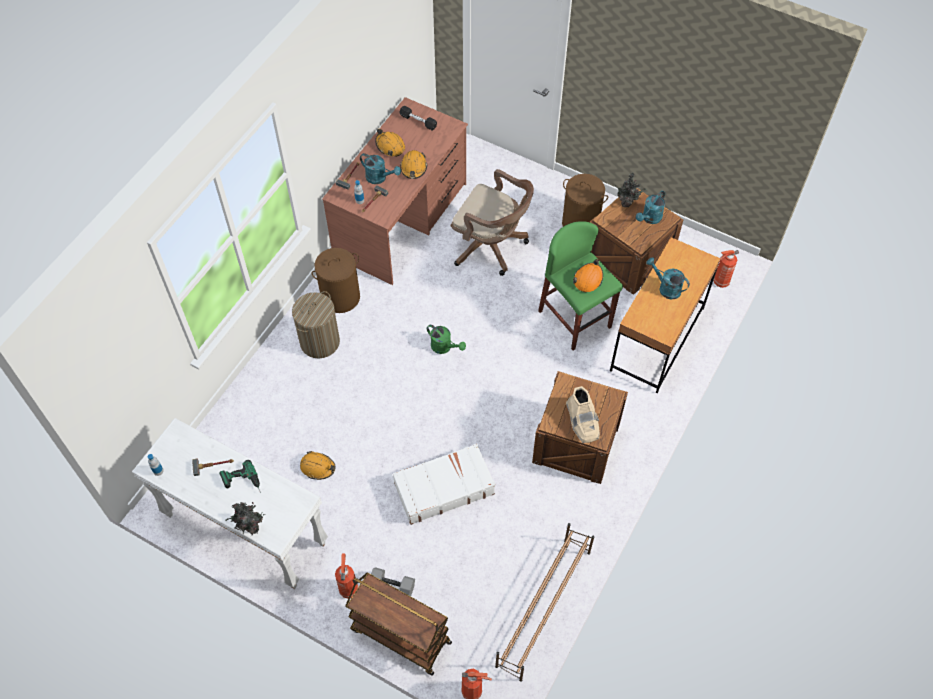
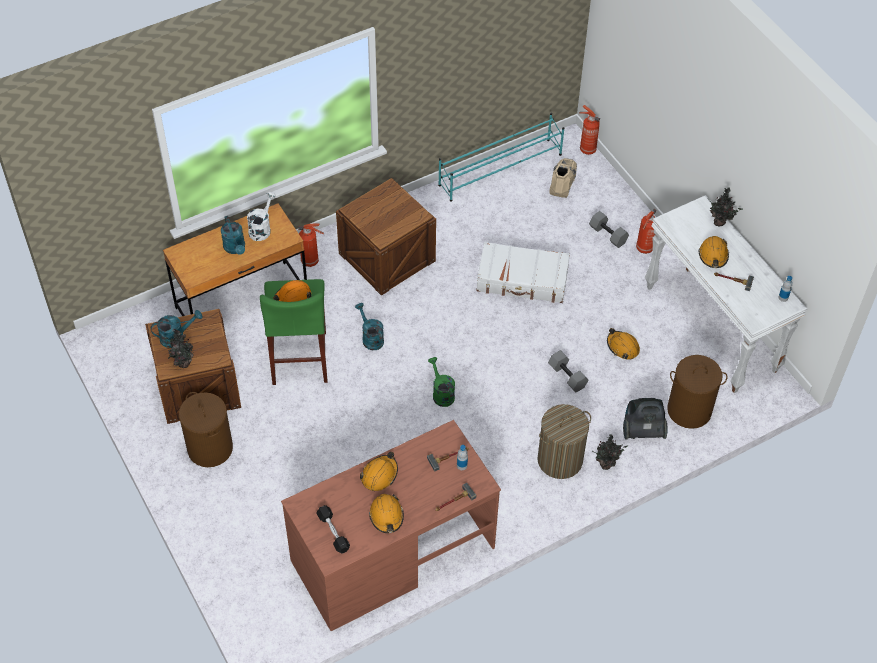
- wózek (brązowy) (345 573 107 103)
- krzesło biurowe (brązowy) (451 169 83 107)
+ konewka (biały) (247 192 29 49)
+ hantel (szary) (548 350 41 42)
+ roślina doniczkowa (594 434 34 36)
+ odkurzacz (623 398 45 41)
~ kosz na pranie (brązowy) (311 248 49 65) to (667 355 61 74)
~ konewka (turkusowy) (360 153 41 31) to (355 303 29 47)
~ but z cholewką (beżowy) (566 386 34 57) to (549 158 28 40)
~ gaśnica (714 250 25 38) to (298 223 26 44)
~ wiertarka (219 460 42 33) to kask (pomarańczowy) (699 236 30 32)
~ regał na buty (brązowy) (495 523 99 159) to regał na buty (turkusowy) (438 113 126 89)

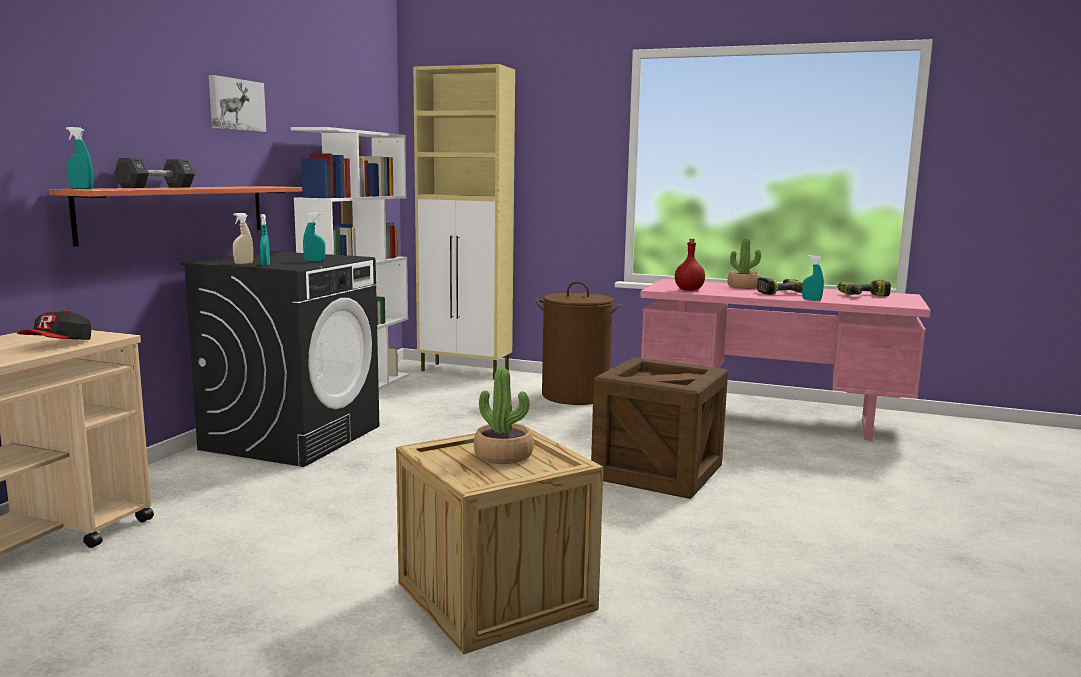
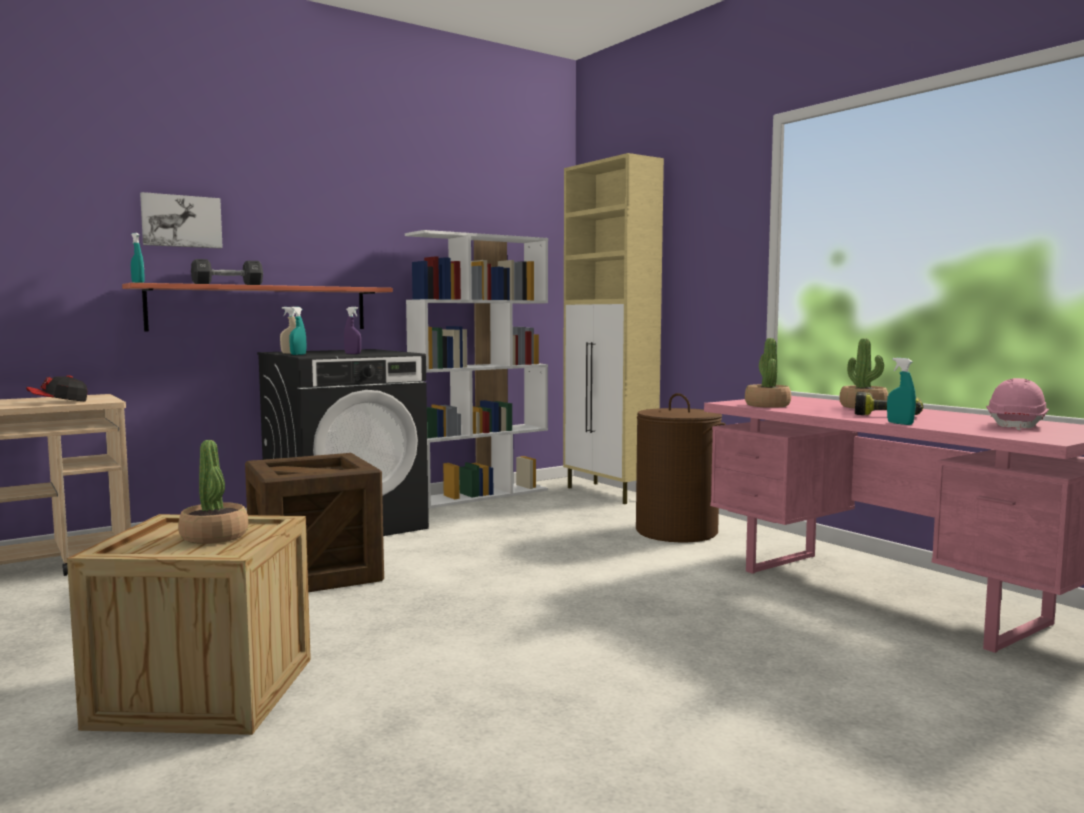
~ obraz (209 75 57 57) to (140 192 83 56)
~ skrzynka (591 357 137 142) to (245 453 139 139)
~ butelka (czerwony) (675 238 30 53) to roślina doniczkowa (745 338 46 70)
~ wiertarka (837 280 54 16) to kask (różowy) (986 378 63 53)
~ spryskiwacz (turkusowy) (303 212 22 50) to spryskiwacz (fioletowy) (344 307 17 47)

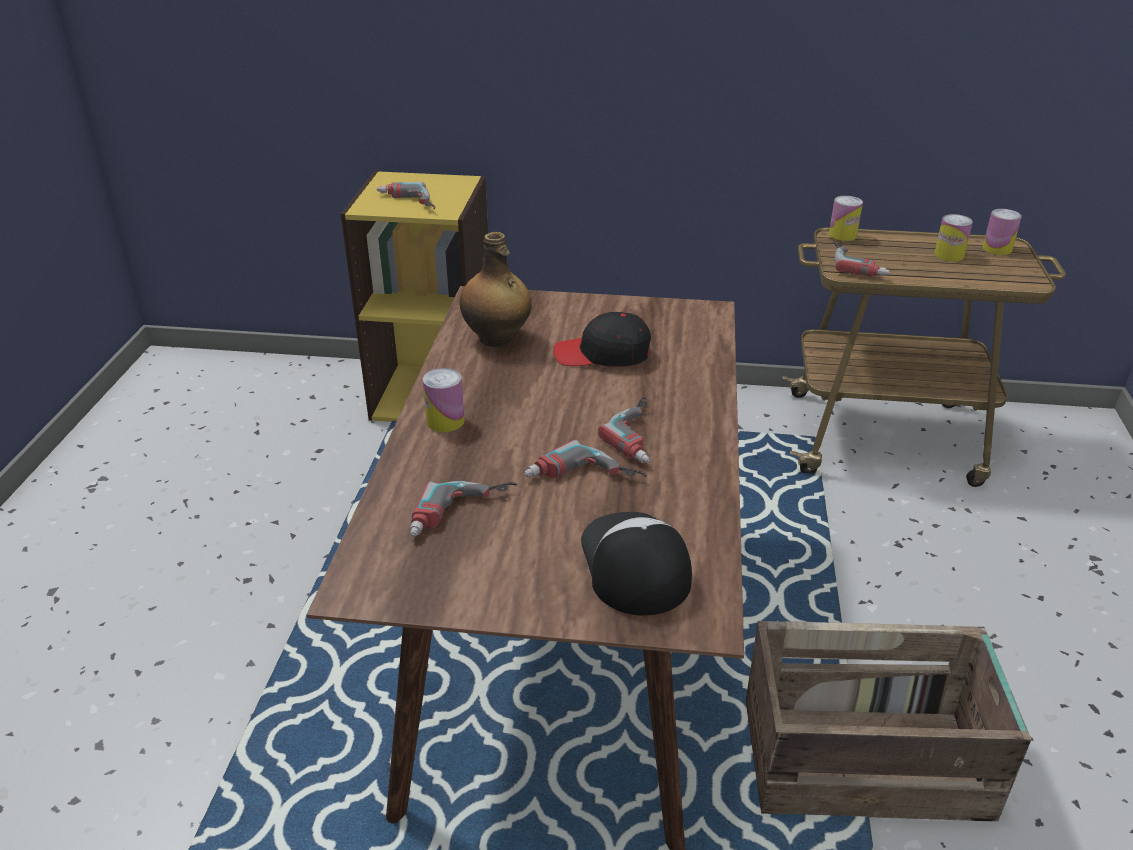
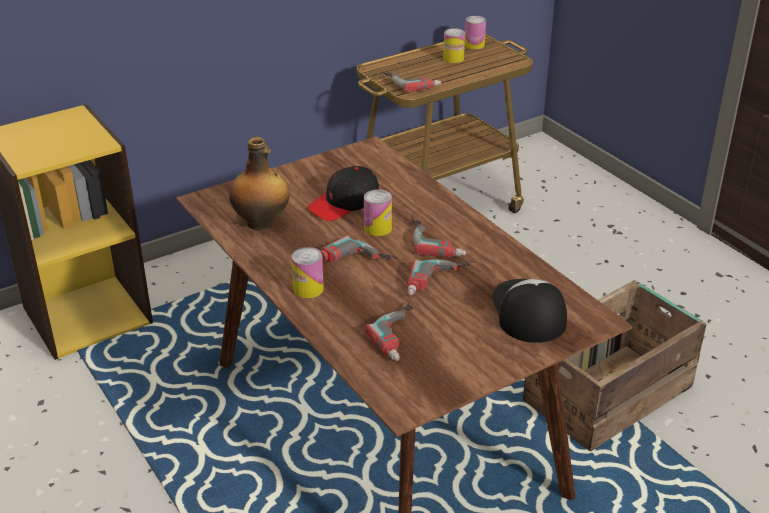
~ wiertarka (377 182 58 27) to (321 236 77 27)
~ puszka (829 196 34 45) to (364 189 28 47)
~ czapka z daszkiem (581 512 111 104) = (492 279 75 64) 45 degrees clockwise

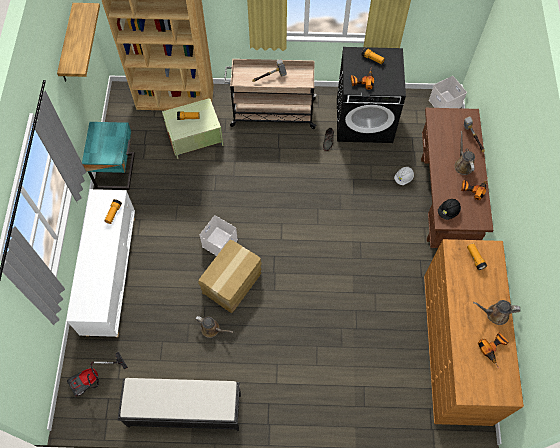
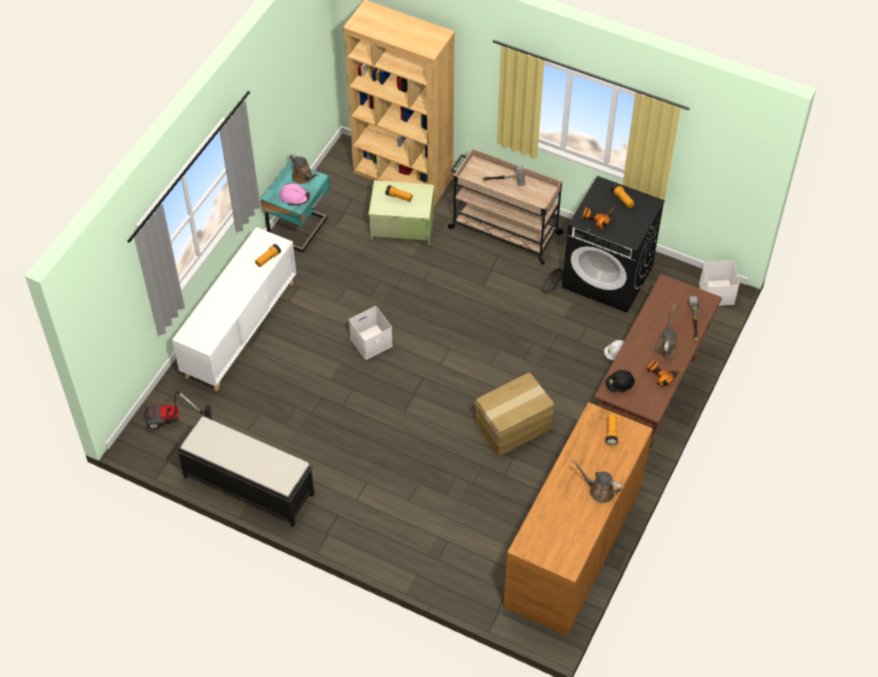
- półka (57 3 43 78)
- wiertarka (478 333 31 35)
+ kask (różowy) (279 183 31 22)
~ konewka (brązowy) (195 316 38 22) to (290 153 29 31)
~ karton (198 239 64 74) to (475 373 79 83)

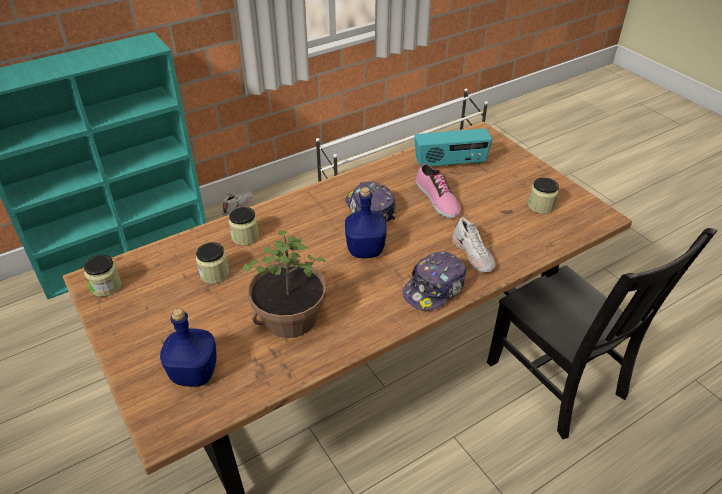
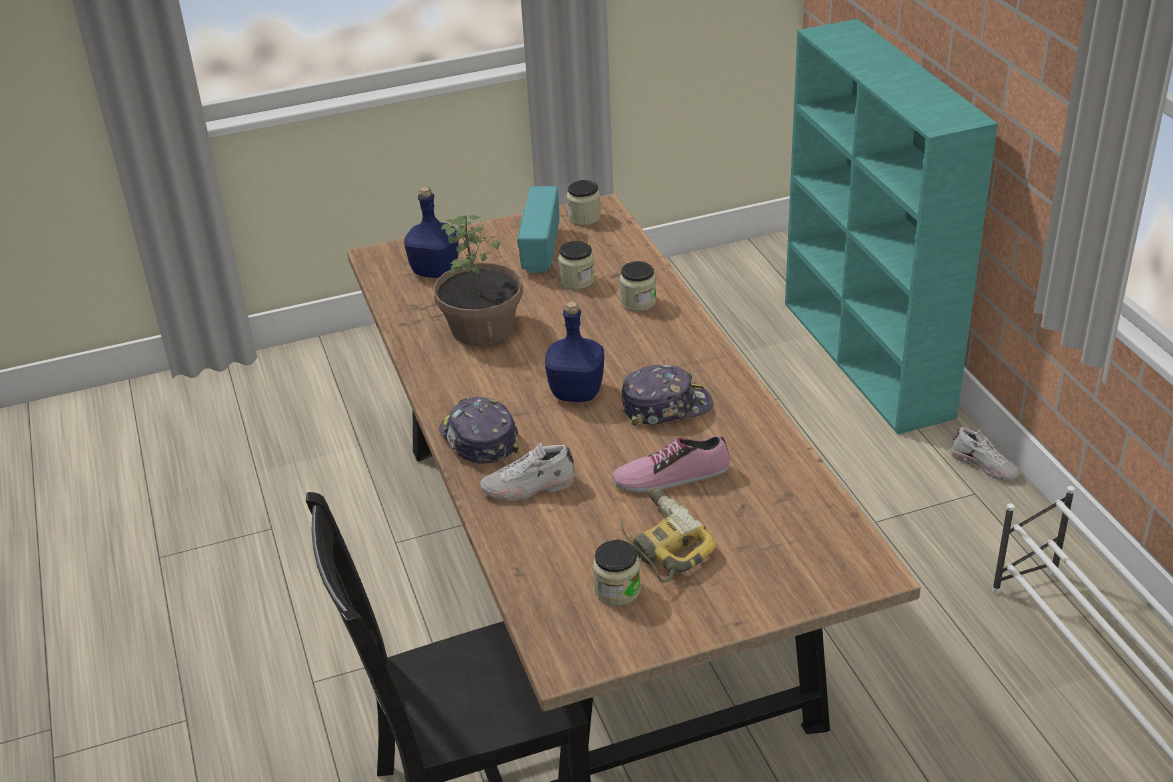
+ wiertarka (619 488 97 95)
~ radio (415 128 77 38) to (517 186 43 87)

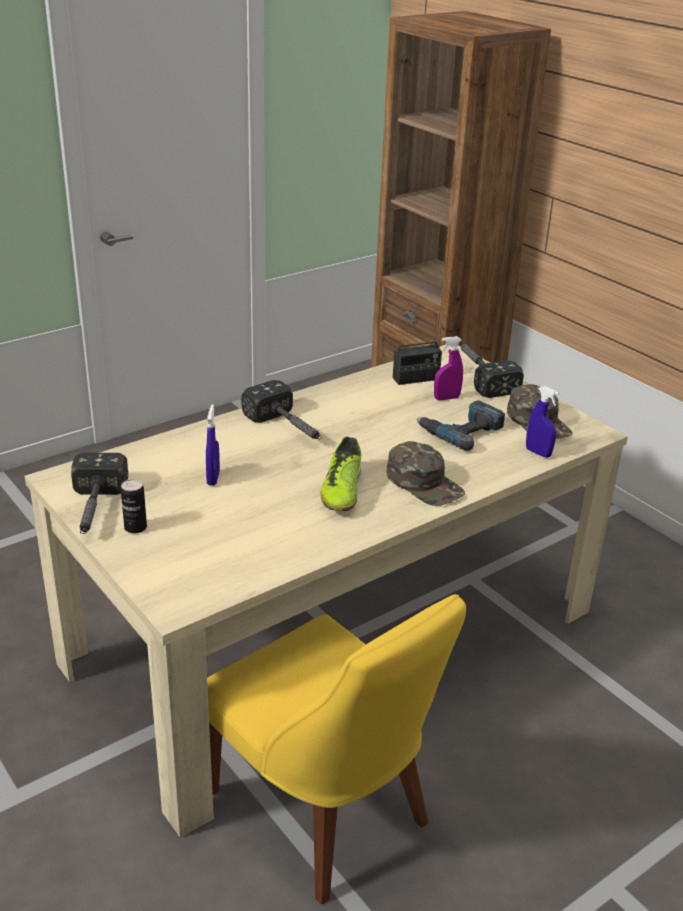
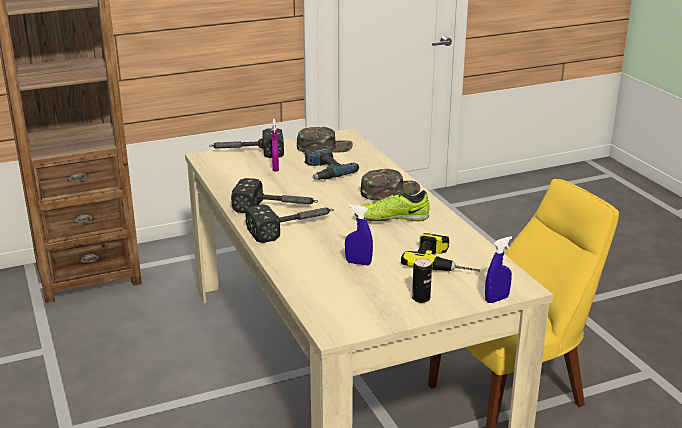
- radio (393 318 49 67)
+ wiertarka (401 233 79 39)
~ młotek (71 453 57 81) to (231 178 87 35)
~ spryskiwacz (niebieski) (526 386 34 72) to (485 236 27 67)
~ but (320 437 42 74) = (355 190 75 31) 150 degrees clockwise

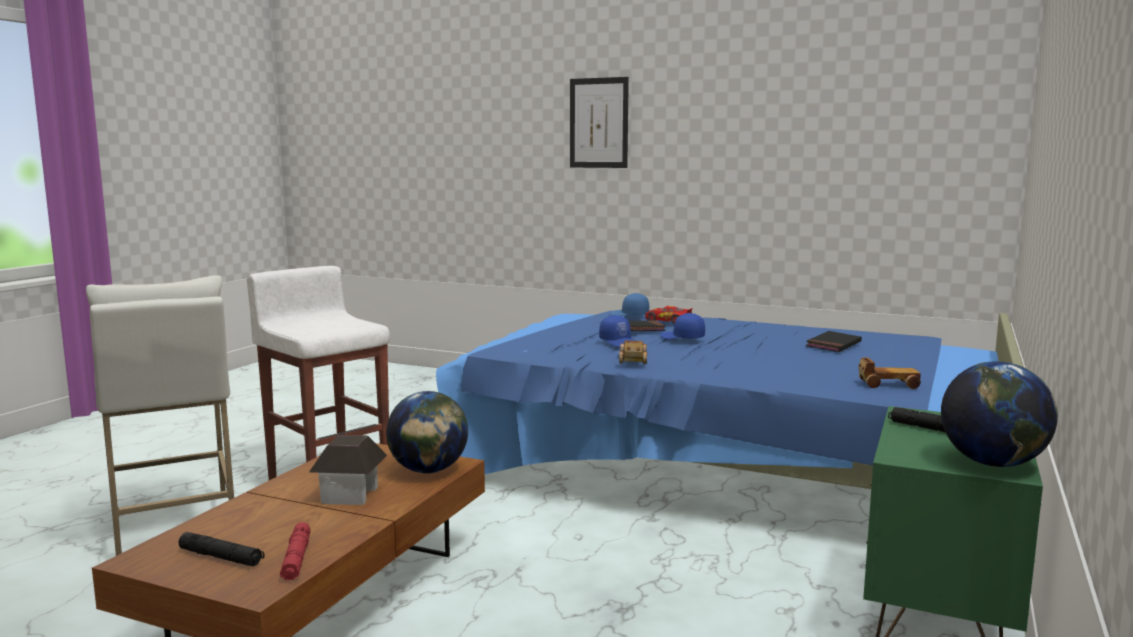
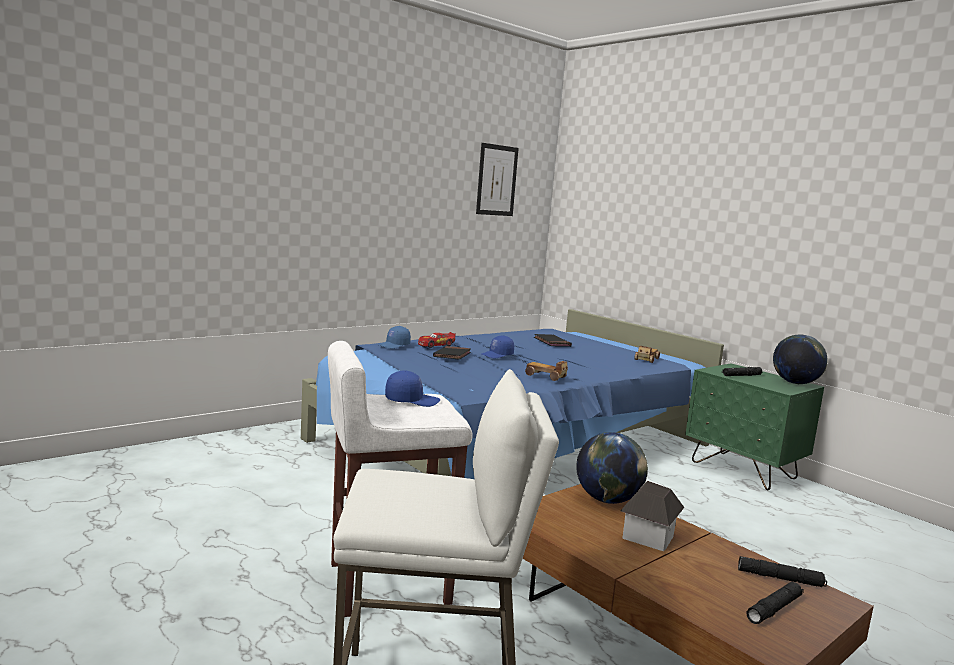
~ obraz (570 77 59 91) to (476 143 43 73)
~ czapka z daszkiem (niebieski) (599 315 36 32) to (385 370 55 37)
~ latarka (czerwony) (280 522 31 58) to latarka (czarny) (738 556 89 31)

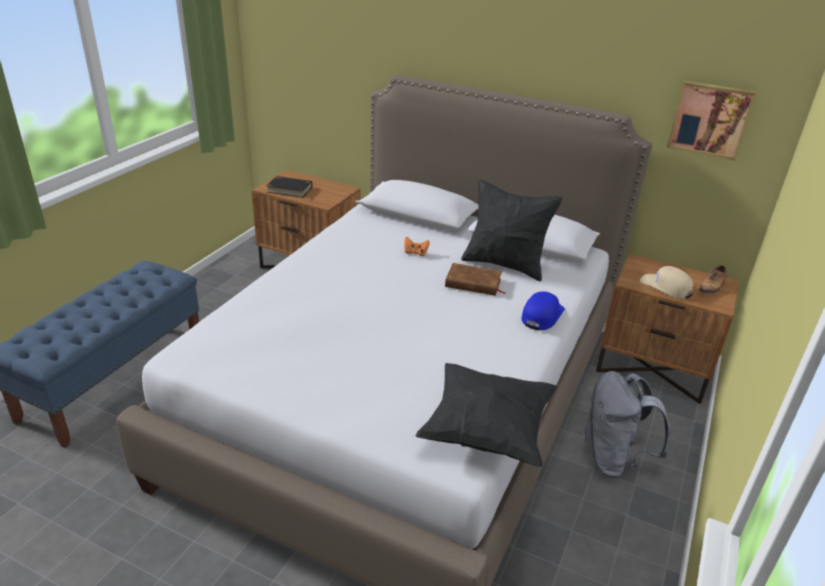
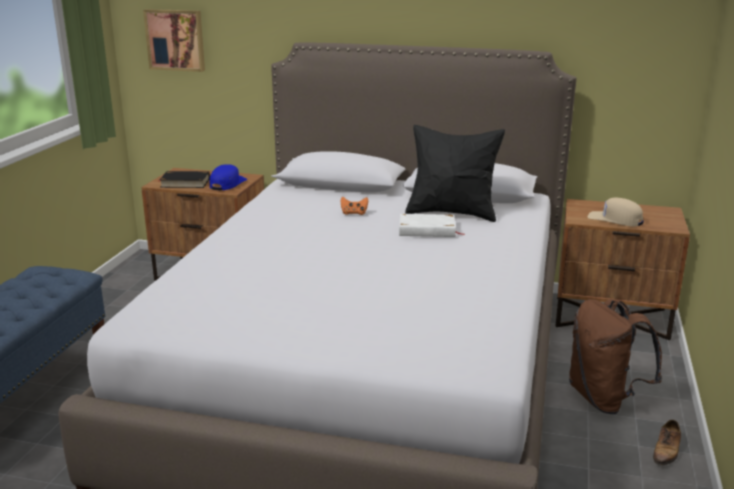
- poduszka (czarny) (415 363 142 104)
~ czapka z daszkiem (niebieski) (521 291 44 39) to (210 164 37 26)
~ obraz (667 81 90 80) to (143 9 62 63)
~ but (699 265 28 28) to (653 420 28 45)
~ książka (brązowy) (445 263 61 33) to książka (biały) (399 214 66 23)
~ plecak (szary) (583 371 87 107) to plecak (brązowy) (569 299 93 115)

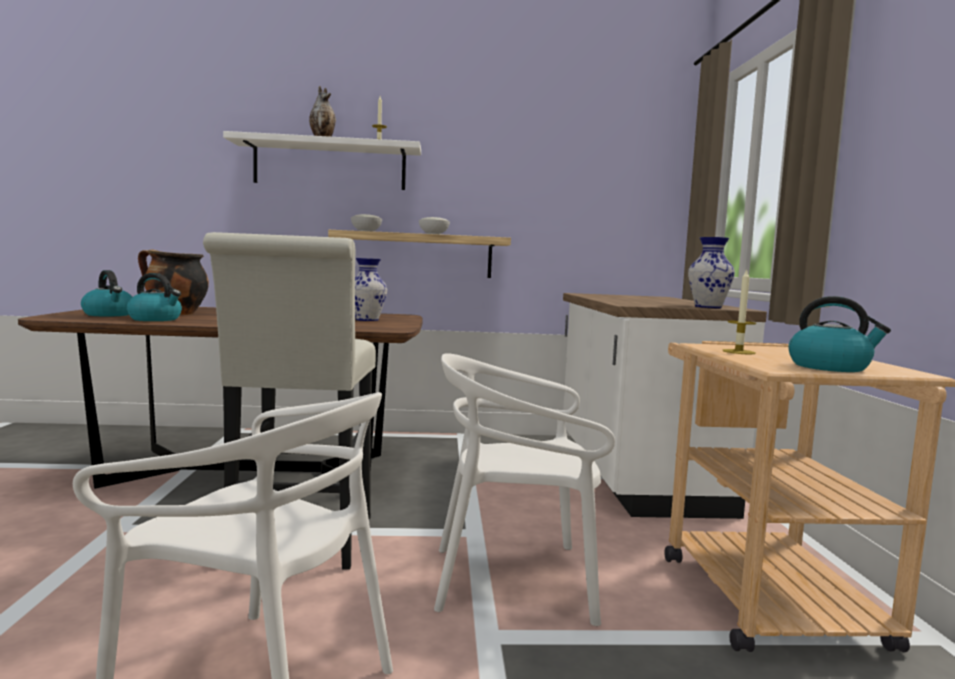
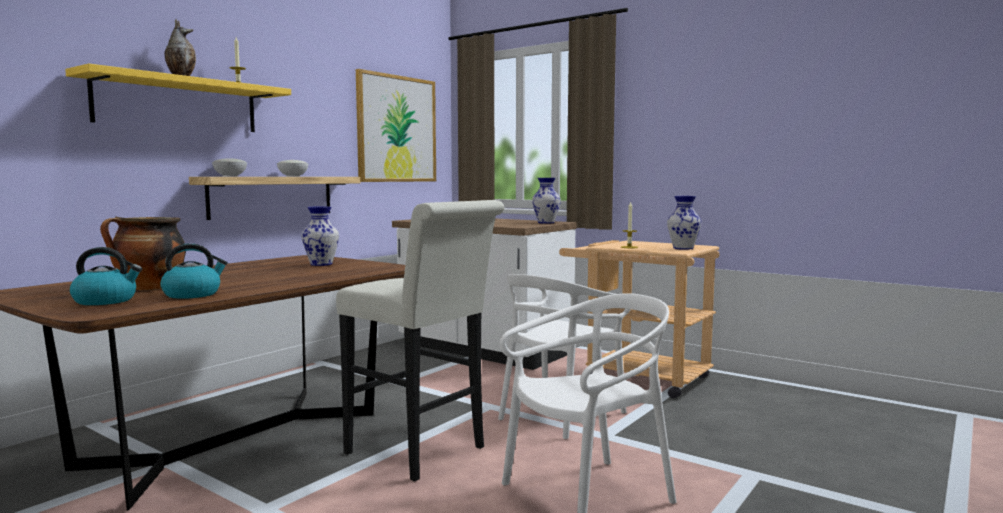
+ obraz (356 69 80 113)
~ czajnik (788 296 103 76) to wazon (667 196 34 54)
~ półka (biały) (223 131 198 59) to półka (żółty) (65 64 226 68)

